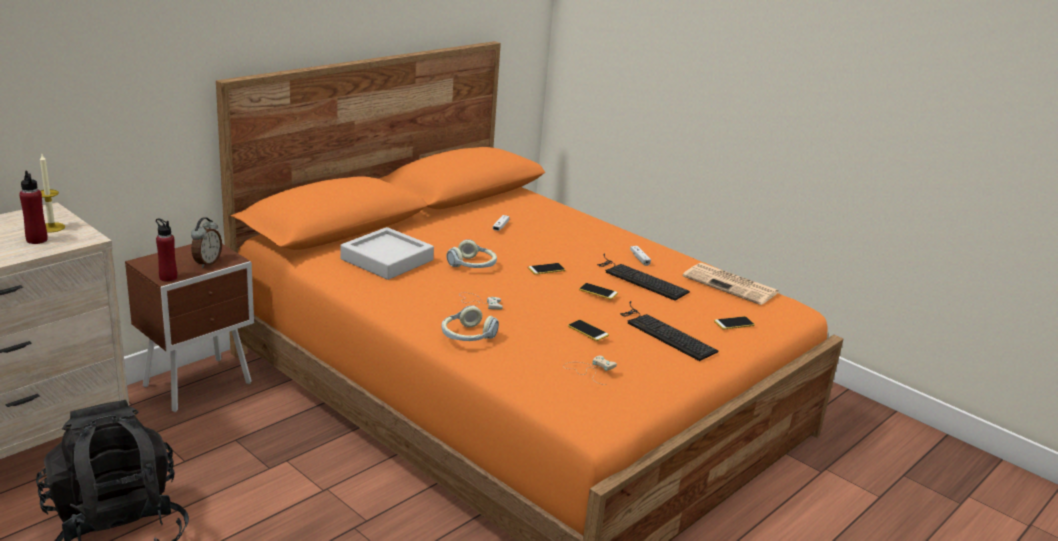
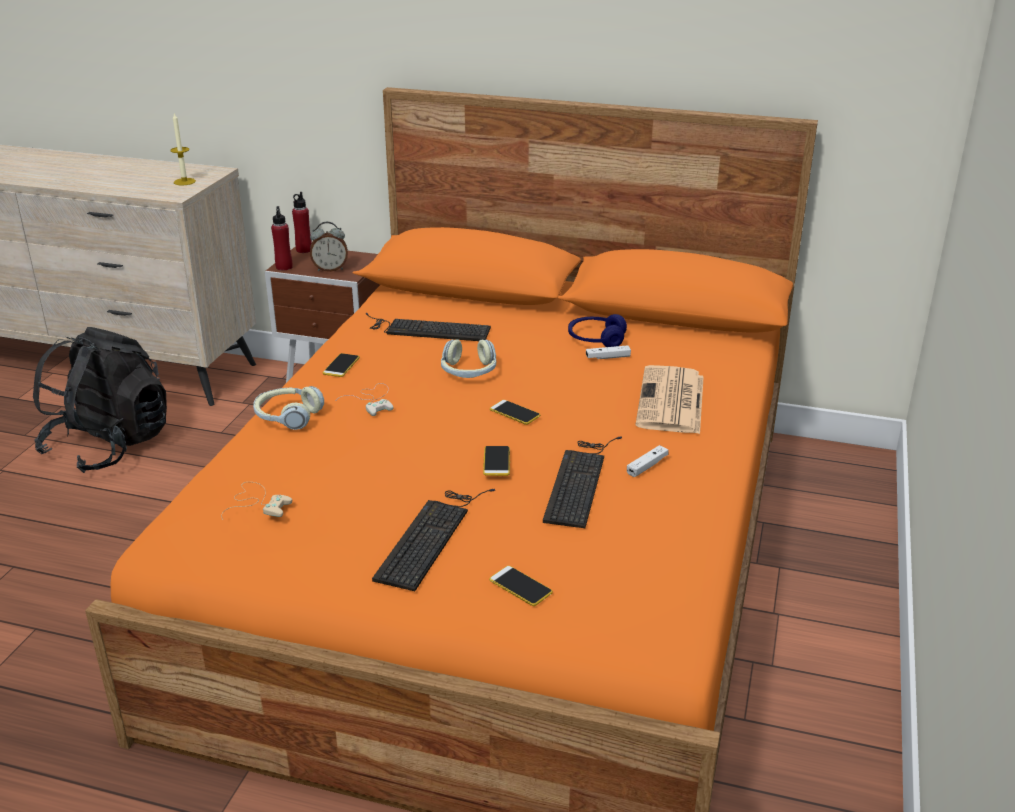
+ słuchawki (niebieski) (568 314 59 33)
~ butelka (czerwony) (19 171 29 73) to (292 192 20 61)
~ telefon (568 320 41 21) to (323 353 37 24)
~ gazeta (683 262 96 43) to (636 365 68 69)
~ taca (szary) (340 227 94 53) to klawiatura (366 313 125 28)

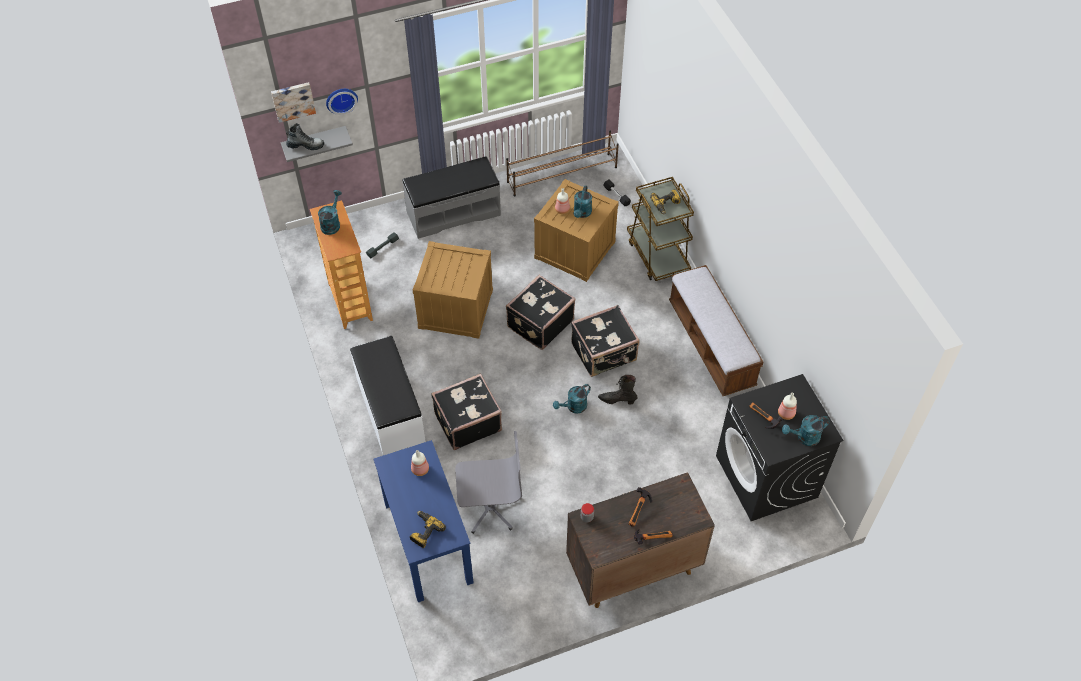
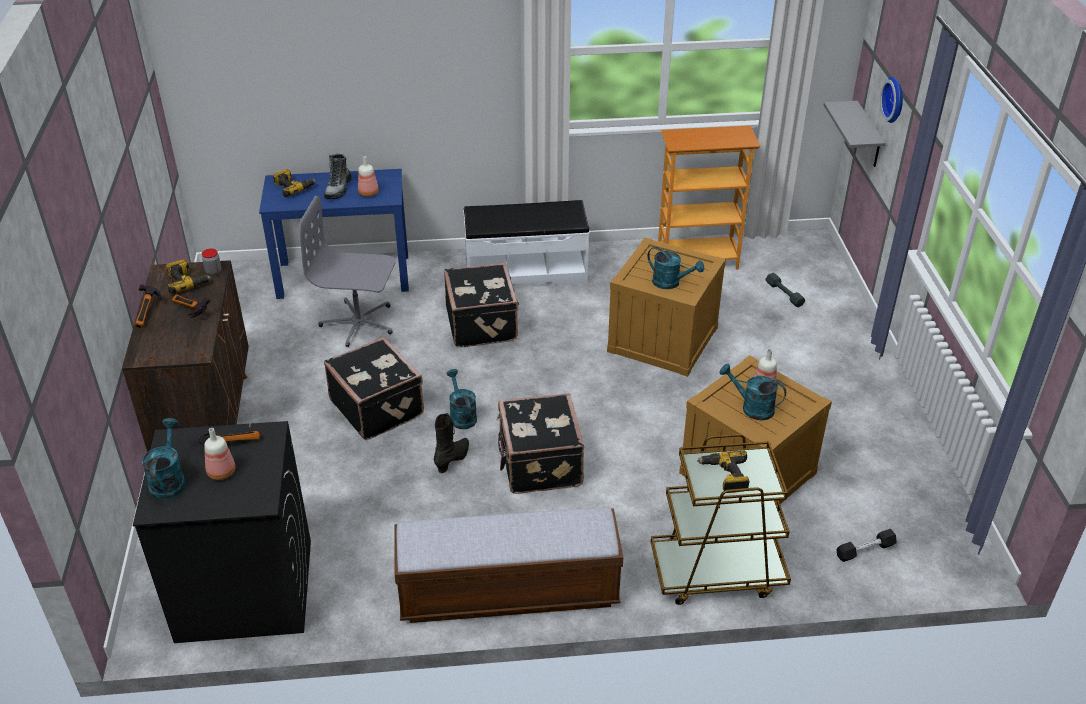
- obraz (271 82 45 41)
- ławka (szary) (402 156 99 83)
- regał na buty (brązowy) (506 130 113 66)
+ wiertarka (166 259 46 35)
~ but z cholewką (286 123 38 27) to (324 154 28 45)
~ konewka (turkusowy) (318 190 24 45) to (648 247 56 42)
~ walizka (czarny) (506 275 70 75) to (324 337 100 103)
~ krzesło biurowe (szary) (455 431 67 103) = (299 196 96 151) 90 degrees clockwise

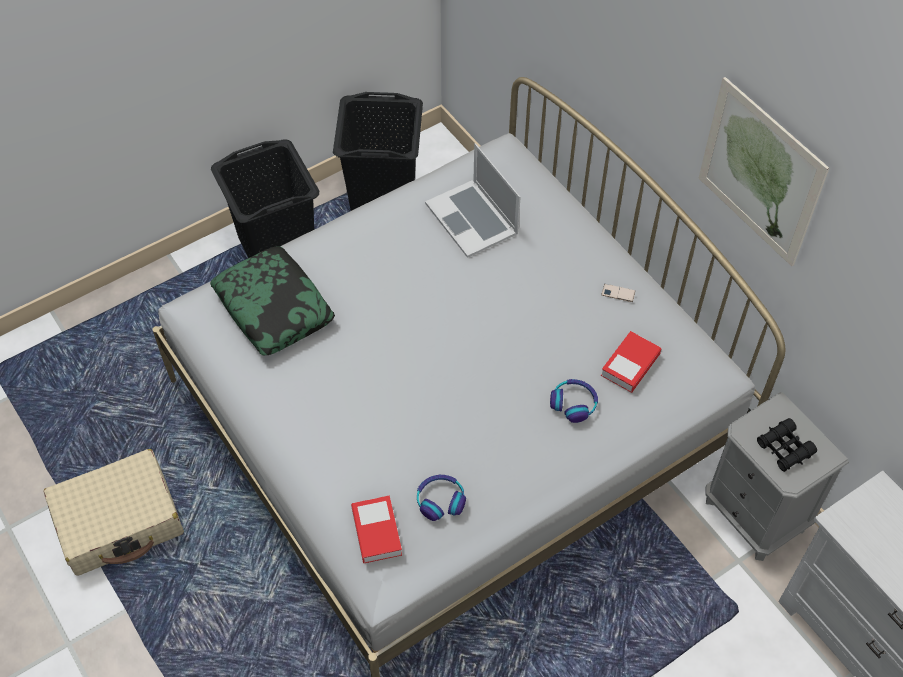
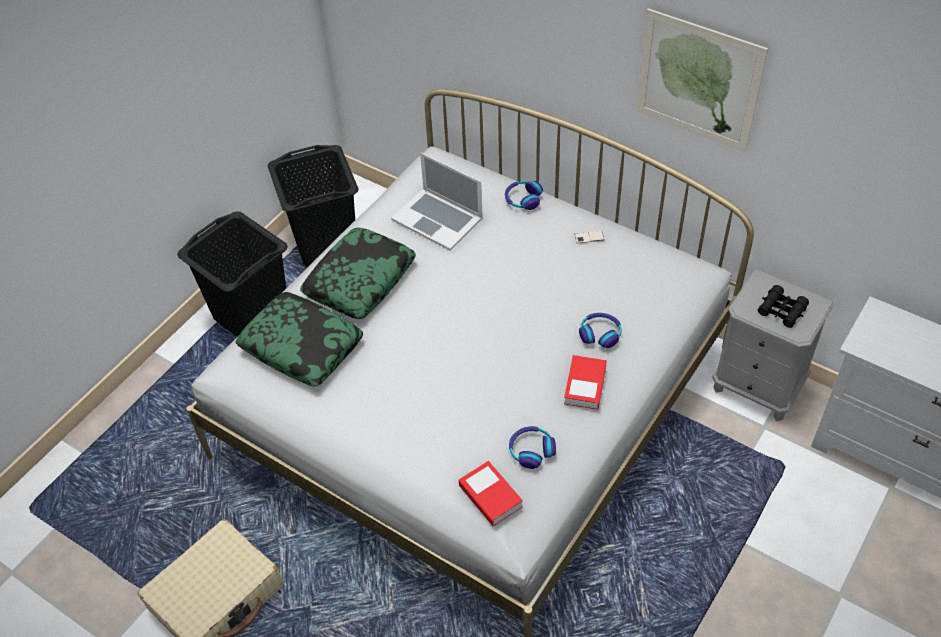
+ poduszka (300 228 116 91)
+ słuchawki (505 181 38 29)
~ książka (601 331 61 62) to (564 355 43 55)

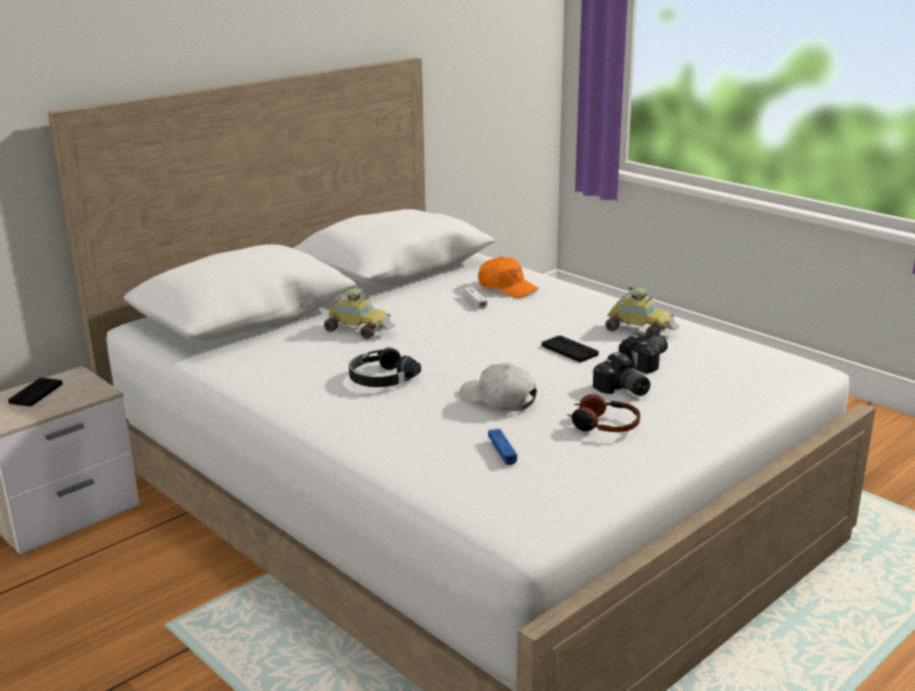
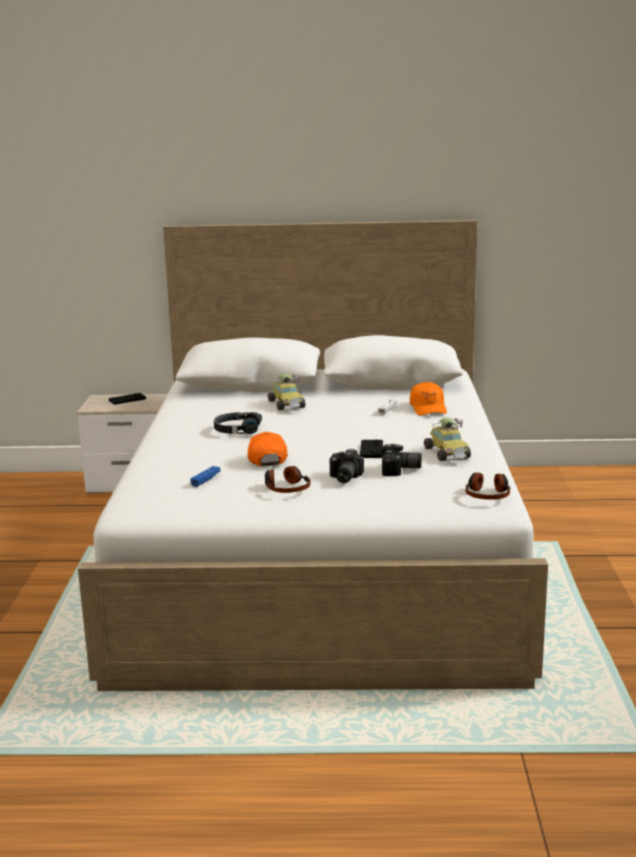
+ słuchawki (466 472 44 28)
~ czapka z daszkiem (biały) (459 363 78 48) to czapka z daszkiem (pomarańczowy) (248 432 40 35)

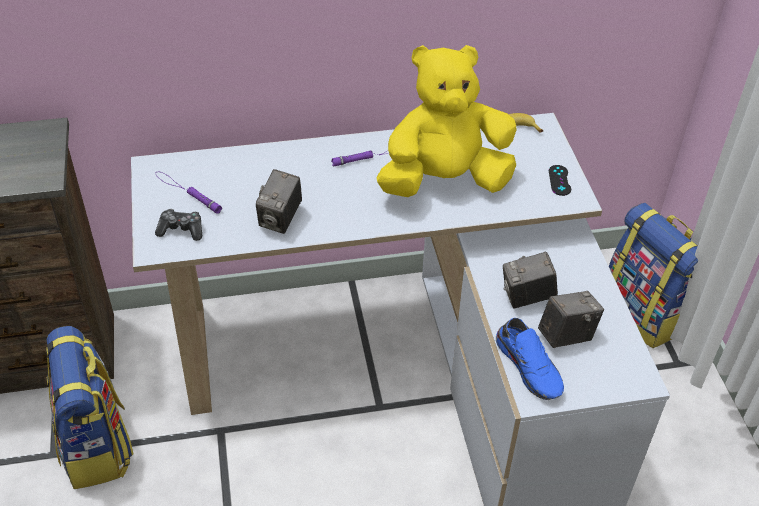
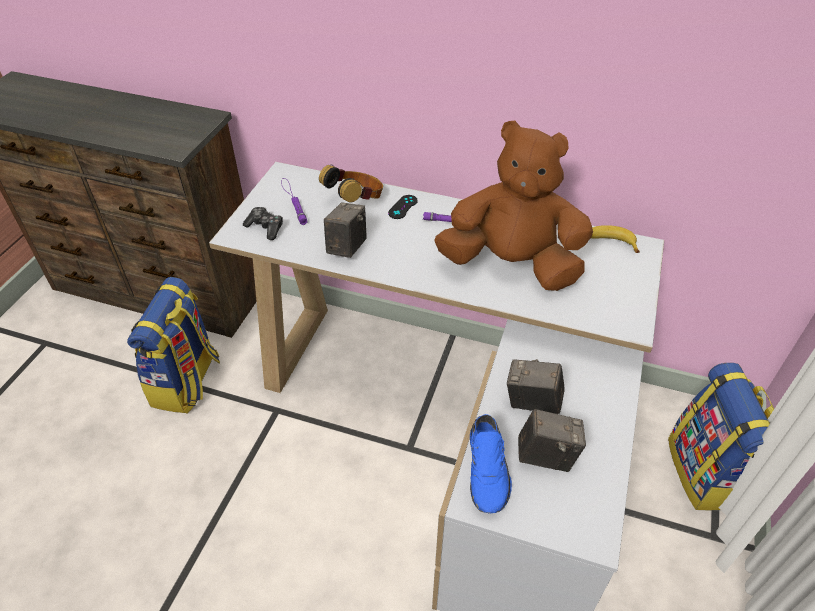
+ słuchawki (319 165 64 38)
~ pad do gier (czarny) (549 165 22 31) to (388 195 30 24)
~ pluszak (żółty) (376 45 140 152) to pluszak (brązowy) (434 121 159 170)
~ aparat fotograficzny (256 169 46 65) = (324 203 43 55) 150 degrees clockwise

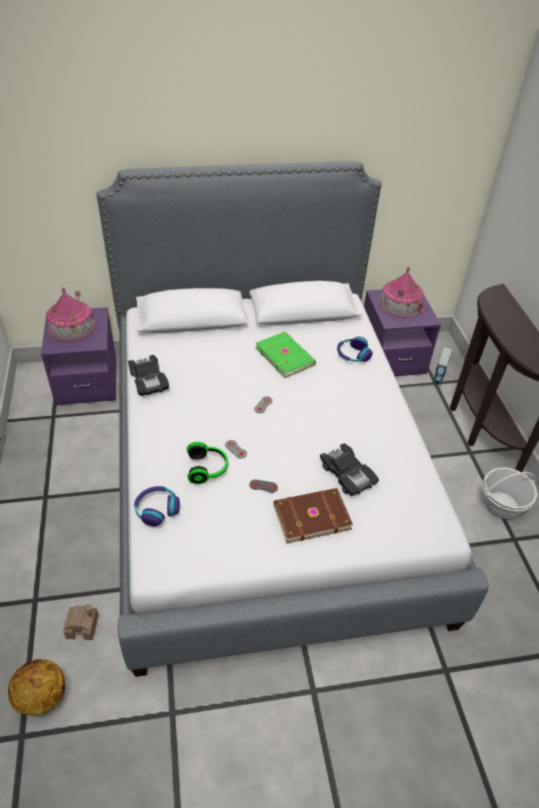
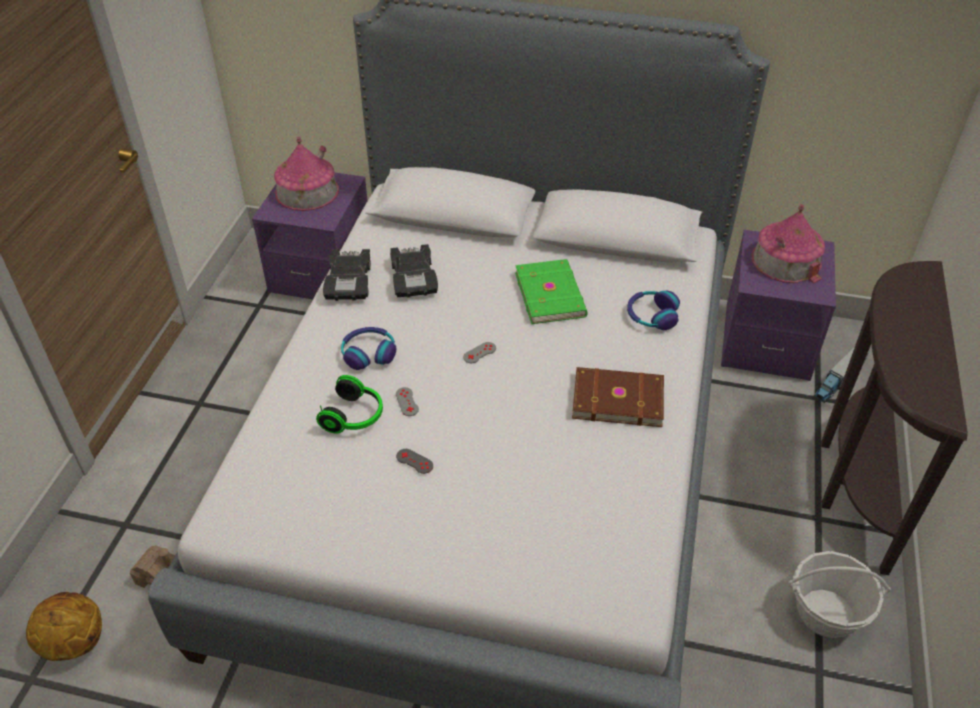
~ słuchawki (134 486 46 40) to (341 327 55 43)
~ książka (brązowy) (274 488 79 55) to (572 367 92 60)
~ samochodzik (czarny) (320 443 59 53) to (390 244 48 54)

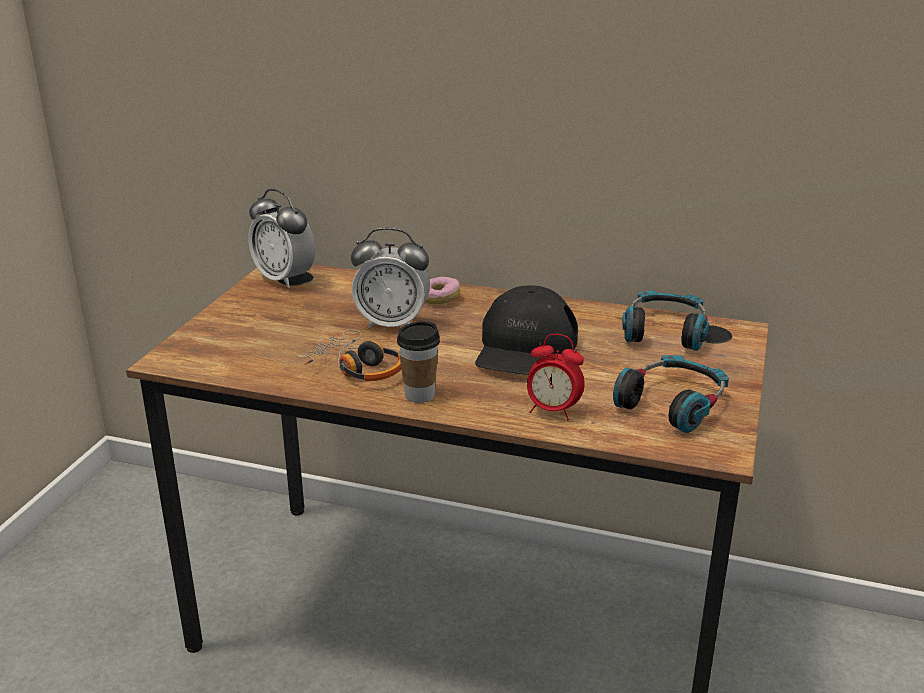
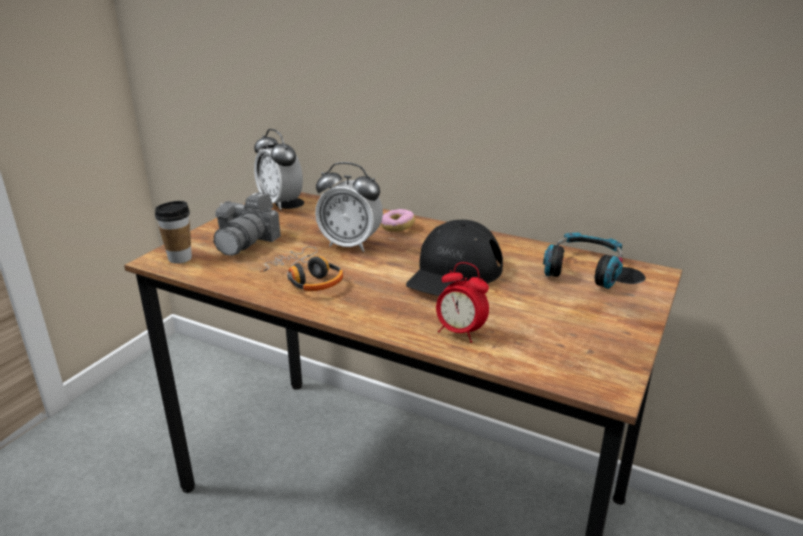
- słuchawki (613 355 116 78)
+ aparat fotograficzny (214 192 67 64)
~ filiżanka (397 321 43 82) to (155 201 37 63)

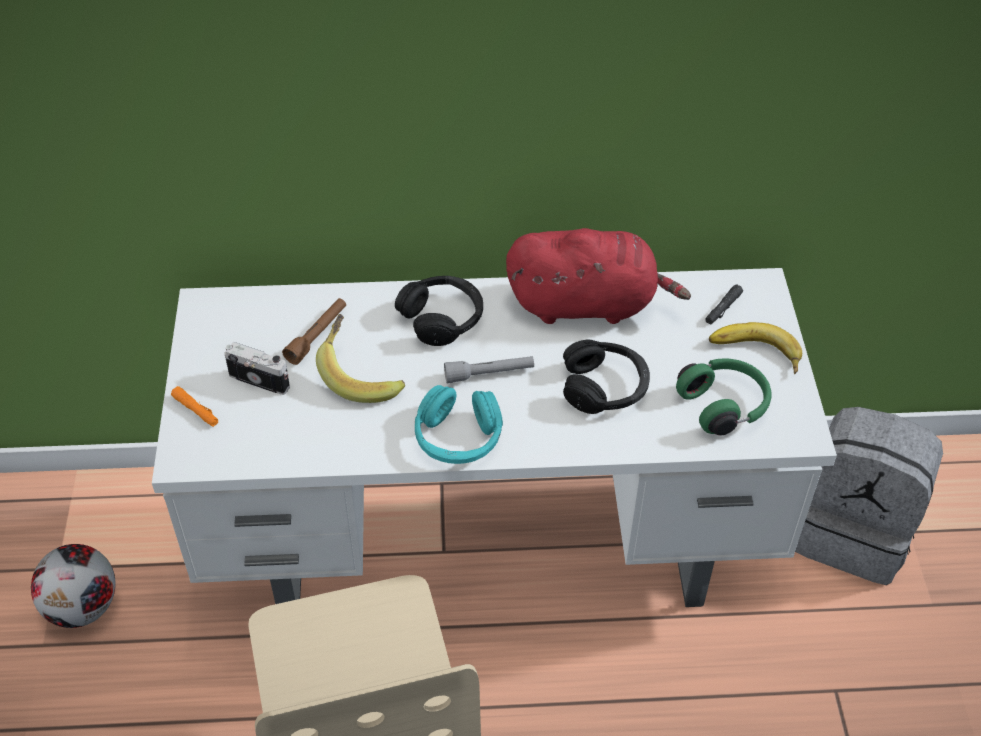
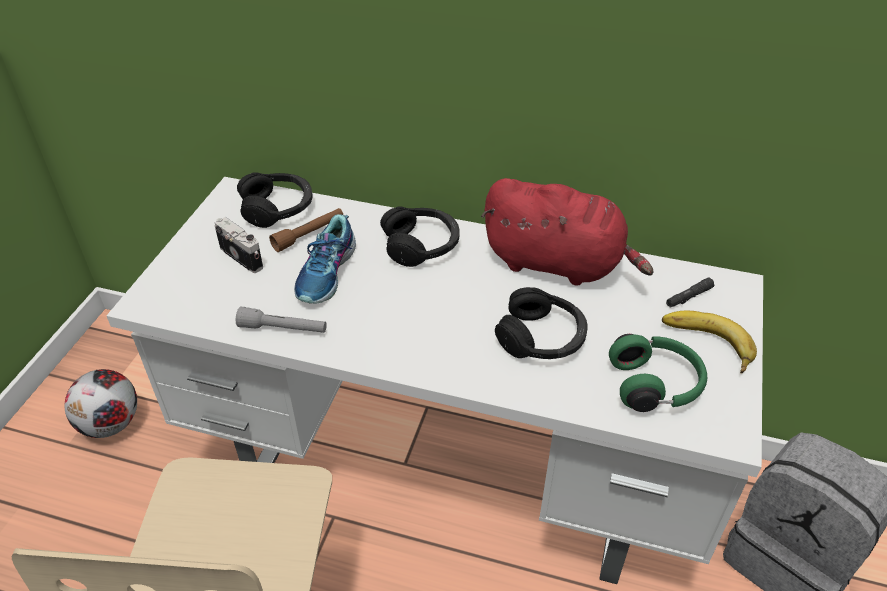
- latarka (pomarańczowy) (171 386 47 41)
- słuchawki (turkusowy) (415 385 88 79)
+ słuchawki (czarny) (237 172 75 56)
~ latarka (szary) (444 356 90 27) to (236 307 91 26)
~ banan (316 314 89 89) to but (294 214 62 89)

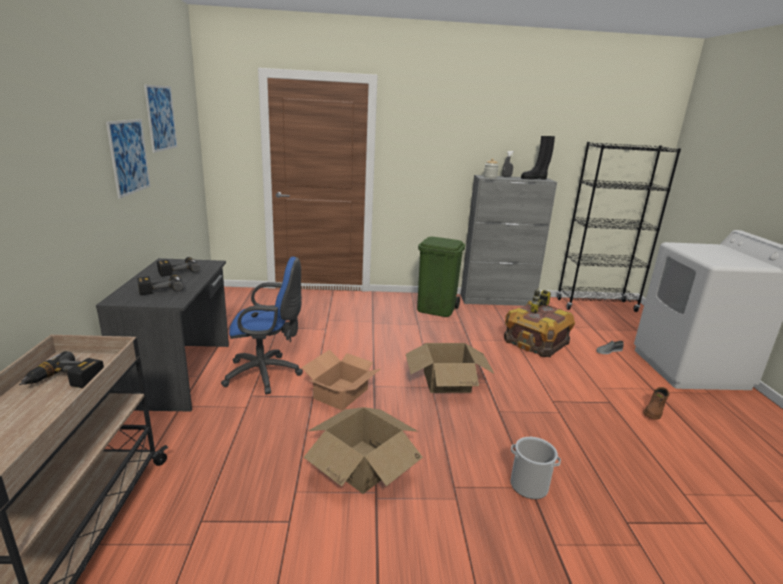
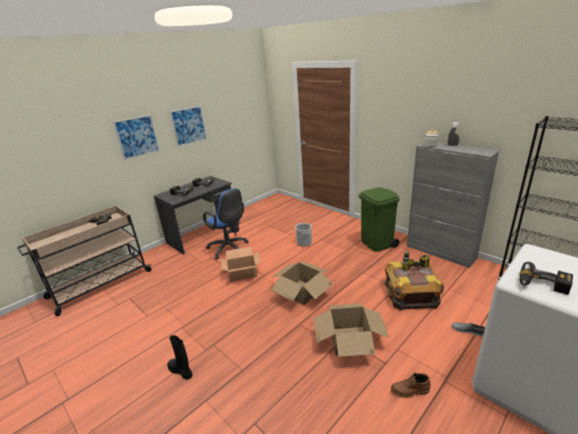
+ wiertarka (519 262 54 33)
~ obraz (144 85 33 68) to (113 114 47 46)
~ karton (304 407 119 87) to (314 303 75 54)
~ wiadro (510 437 51 62) to (295 223 17 24)
~ but z cholewką (czarny) (521 136 34 44) to (167 335 25 45)

